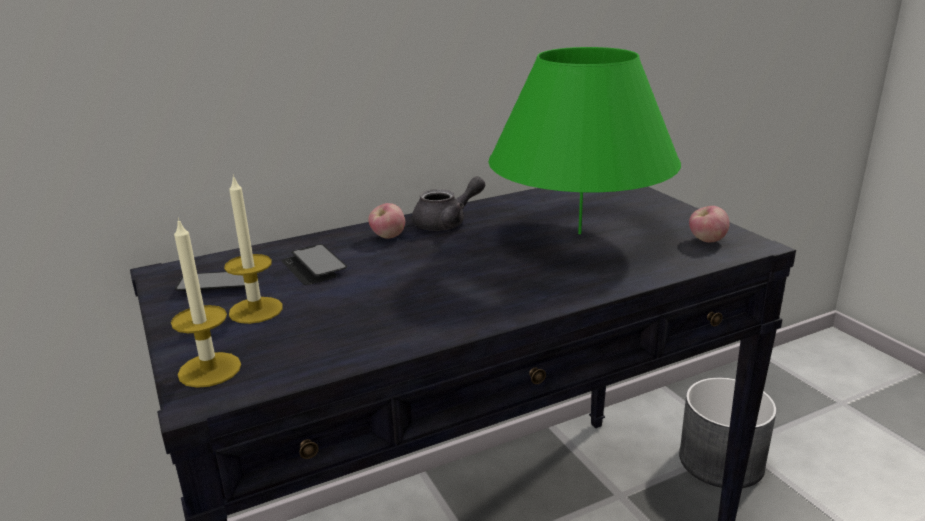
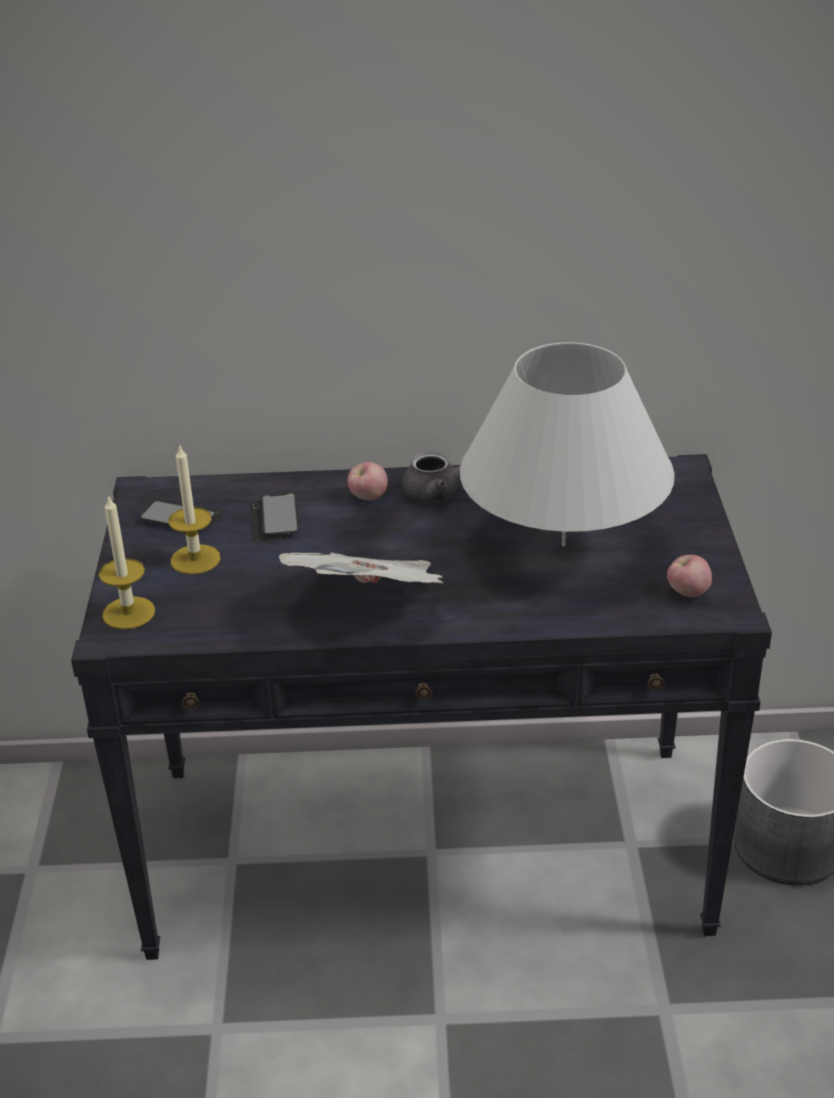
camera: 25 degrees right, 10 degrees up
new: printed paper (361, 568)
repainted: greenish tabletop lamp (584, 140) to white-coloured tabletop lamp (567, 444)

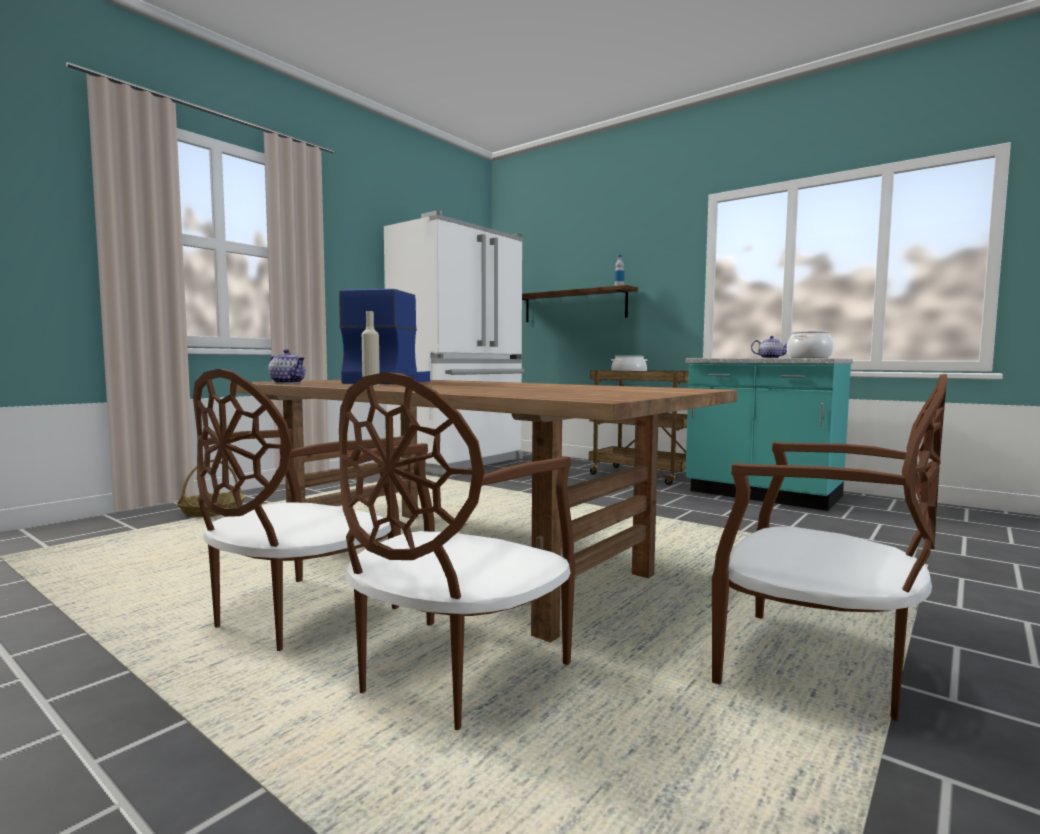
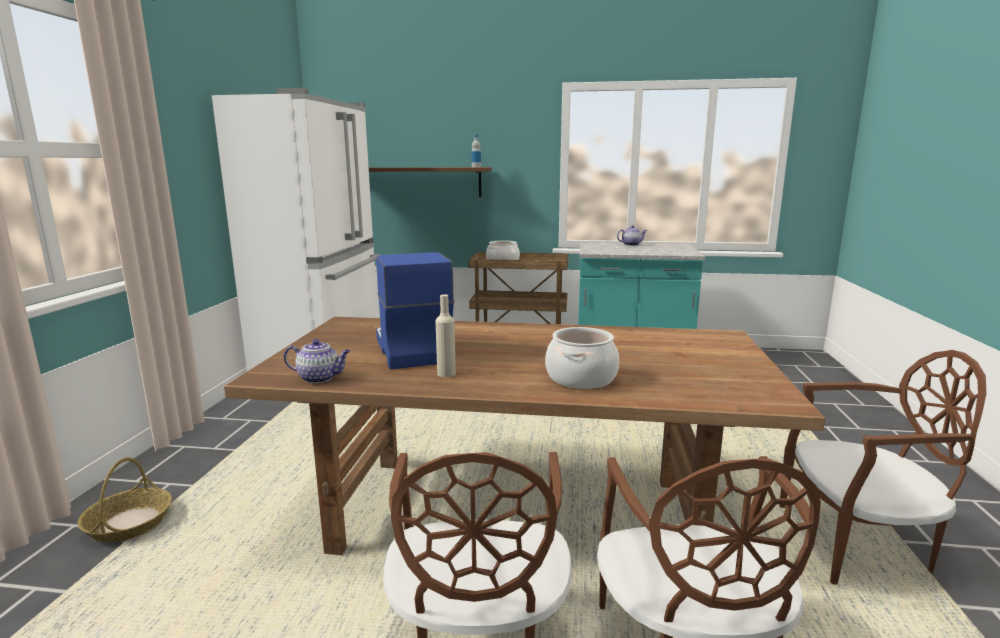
camera: 30 degrees left, 10 degrees up
shifted: cooking pot (810, 344) to (582, 358)

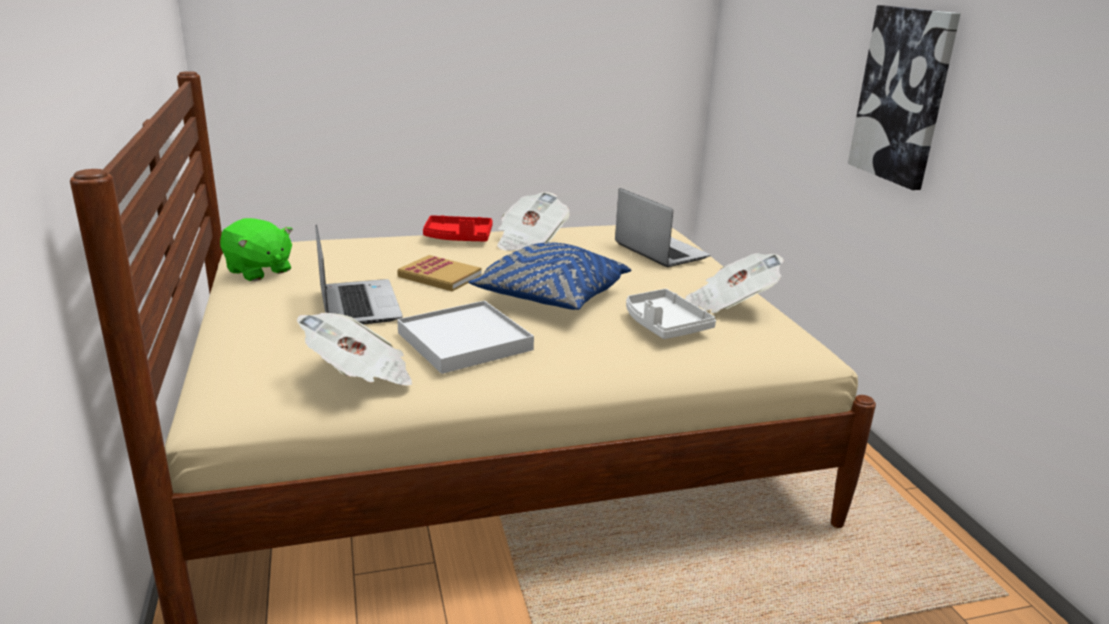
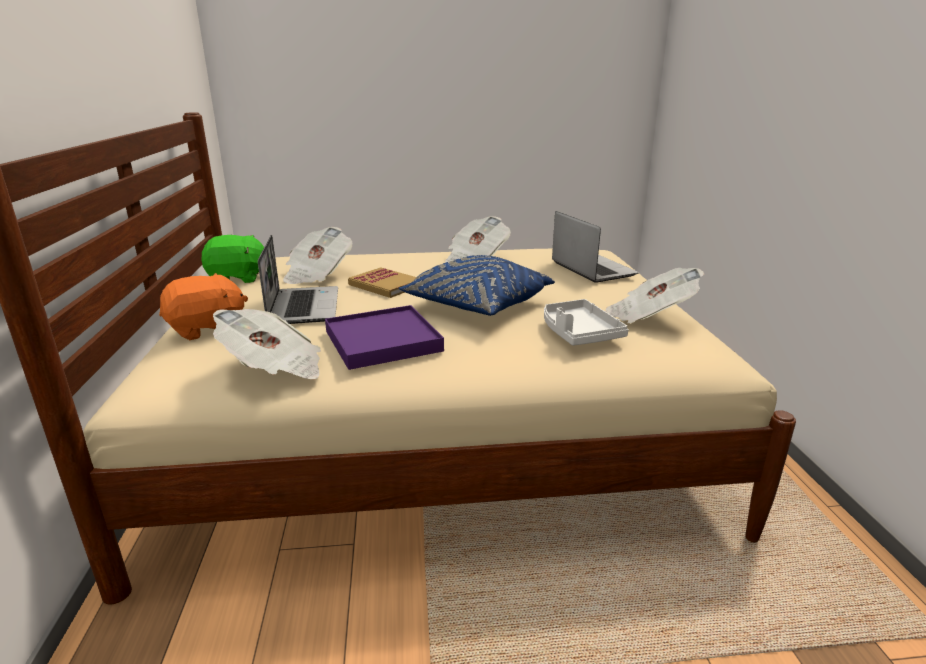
camera: 10 degrees right, 0 degrees up
gone: red serving tray (458, 228); wall picture (904, 97)
new: orangey cuddly toy (203, 306); printed paper (317, 255)
repainted: white-coloured serving tray (465, 337) to purplish serving tray (384, 337)
rotated: greenish cuddly toy (256, 249) = (233, 259) 60 degrees counterclockwise

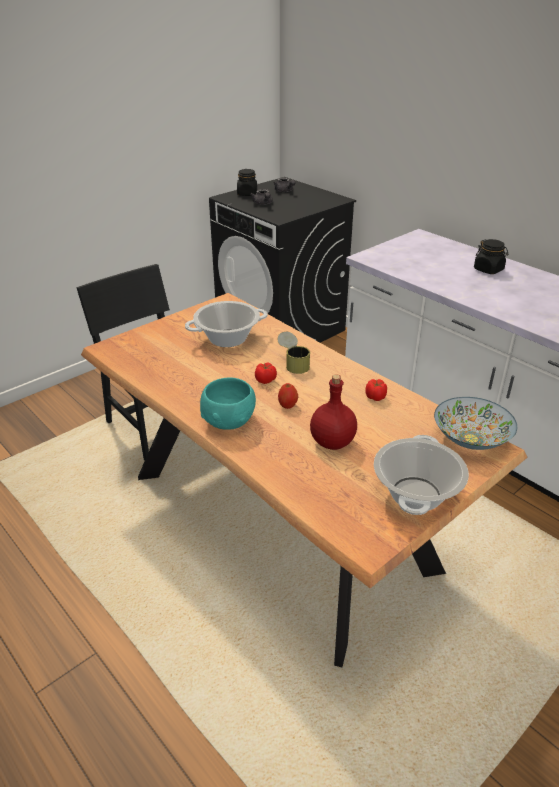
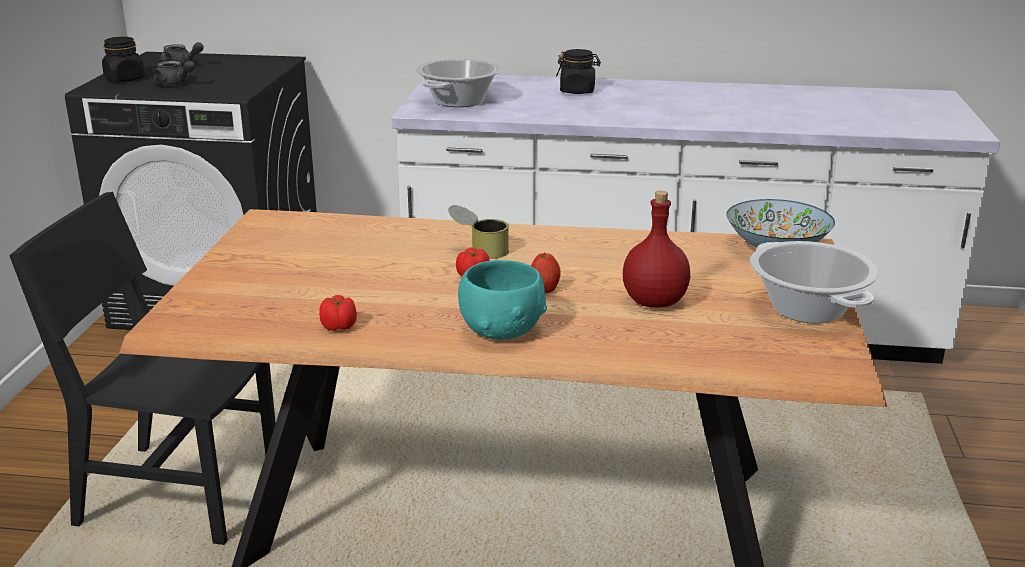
camera: 40 degrees left, 10 degrees down
shifted: cooking pot (226, 324) to (458, 83); whole tomato (376, 390) to (338, 313)

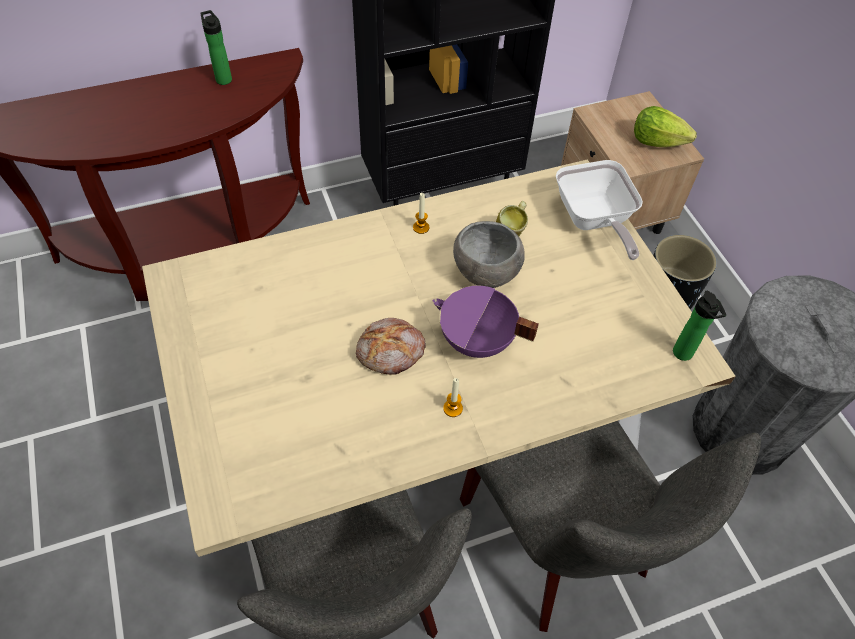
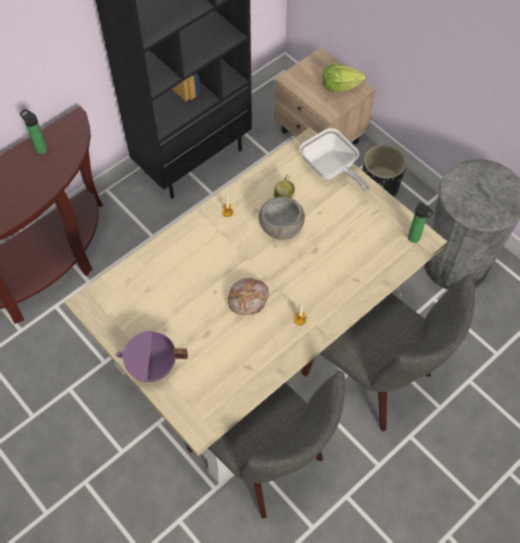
camera: 20 degrees left, 5 degrees up
shifted: purplish cooking pot (486, 322) to (151, 356)

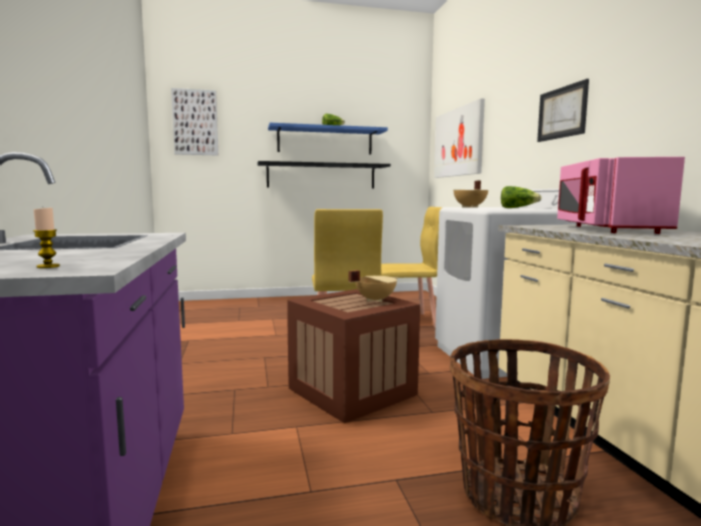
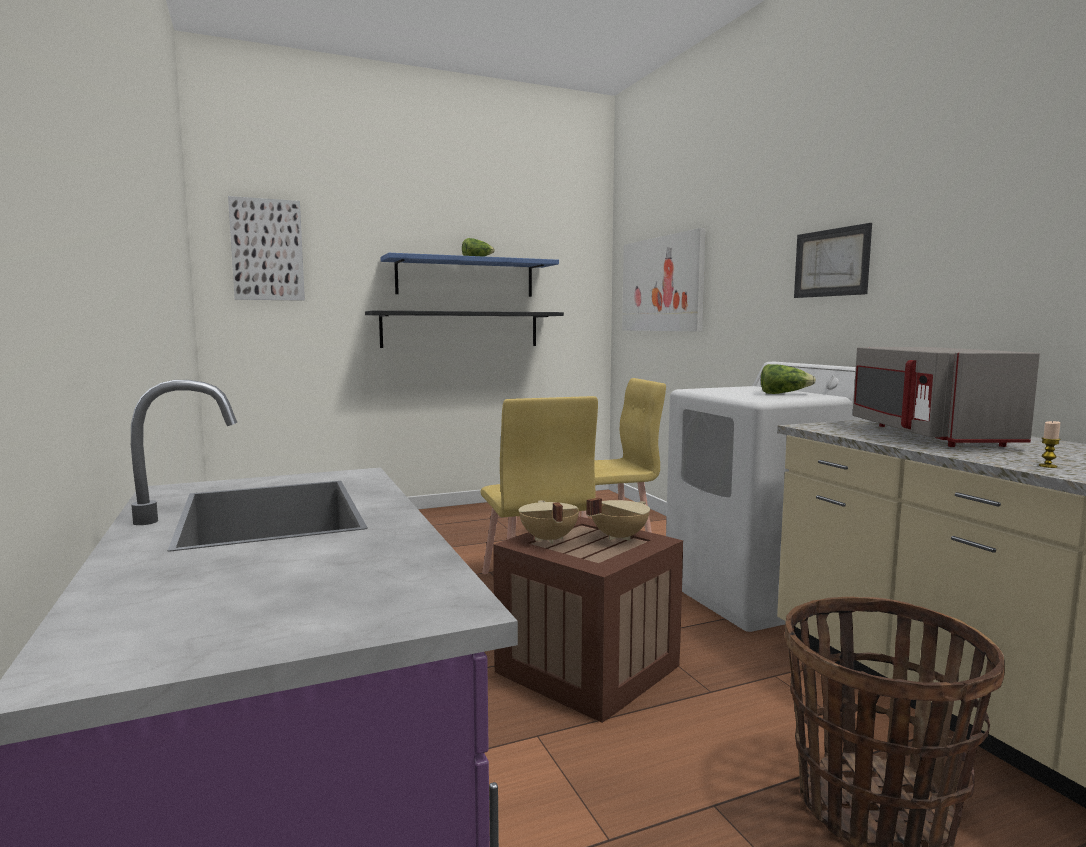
camera: 10 degrees left, 0 degrees up
shifted: wax candle (46, 238) to (1050, 444); beige cooking pot (471, 194) to (548, 522)
repainted: pink-coloured microwave (621, 195) to greyish microwave (946, 397)

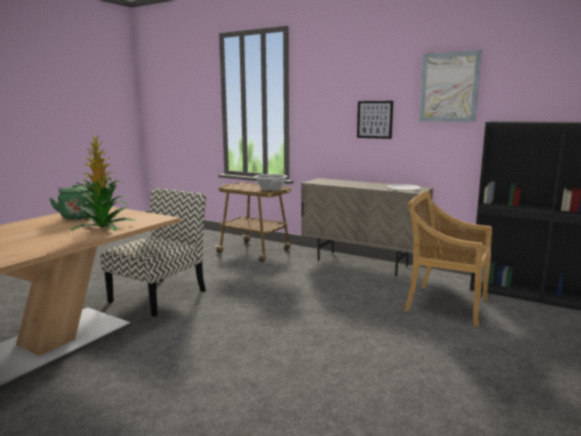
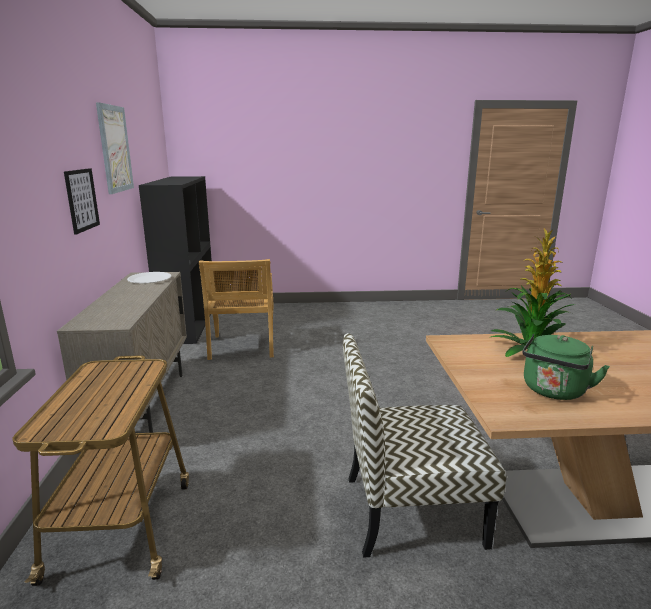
camera: 125 degrees left, 5 degrees up
gone: cooking pot (270, 182)

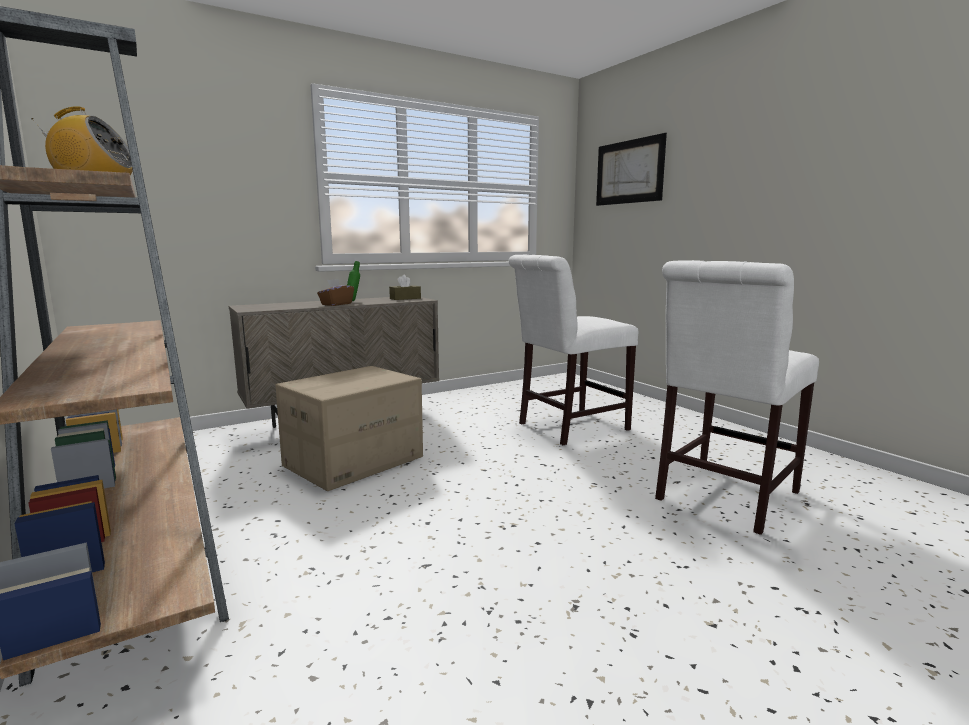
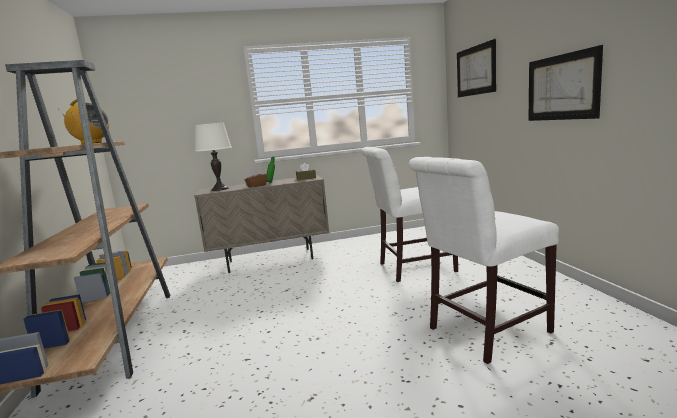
camera: 20 degrees right, 0 degrees up
gone: cardboard box (349, 428)
new: white-coloured tabletop lamp (213, 157); wall picture (565, 83)

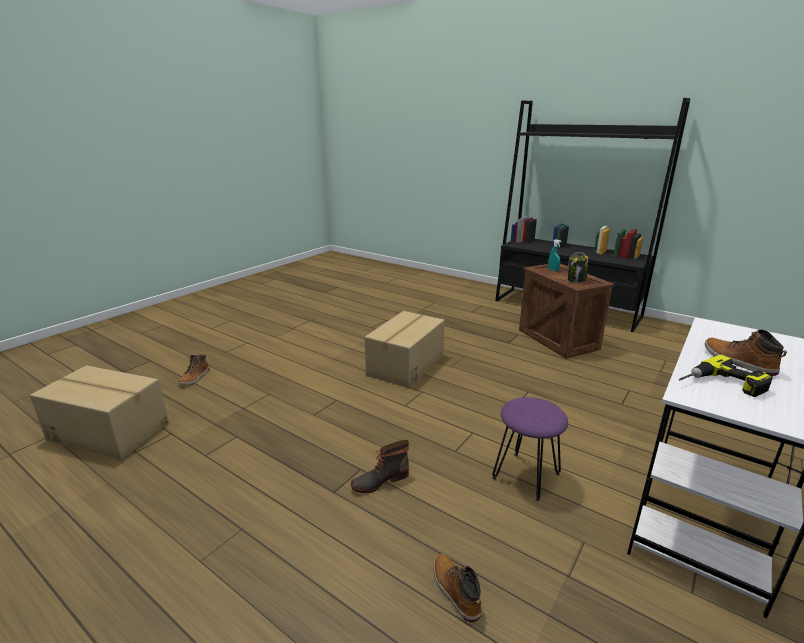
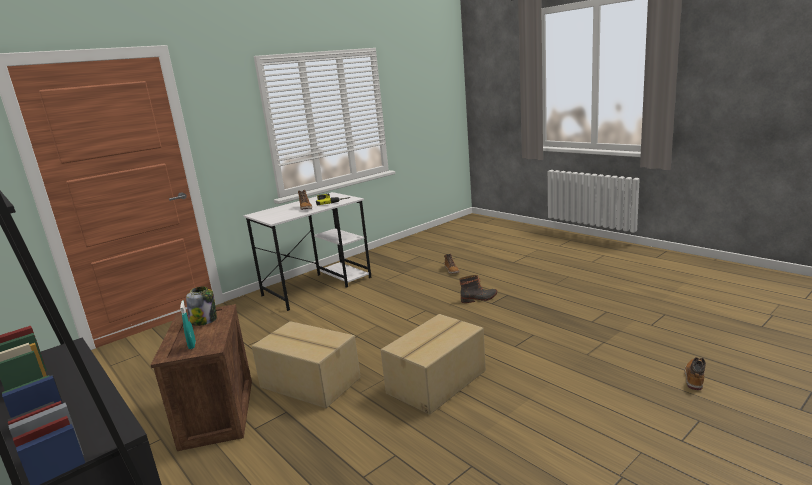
camera: 165 degrees left, 5 degrees down
gone: purplish stool seat (530, 449)
shifted: cardboard box (99, 412) to (306, 364)

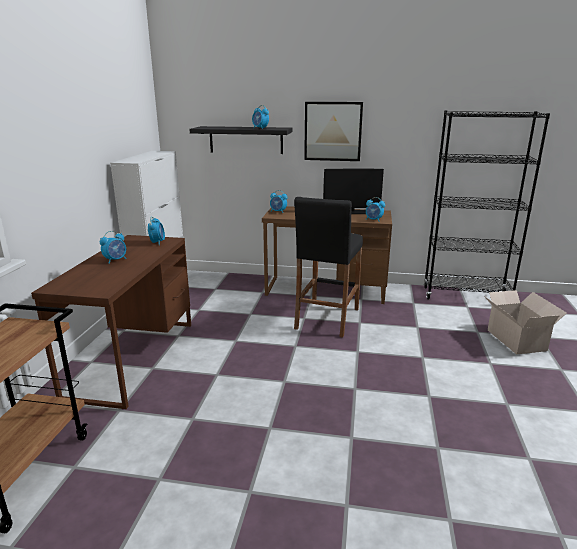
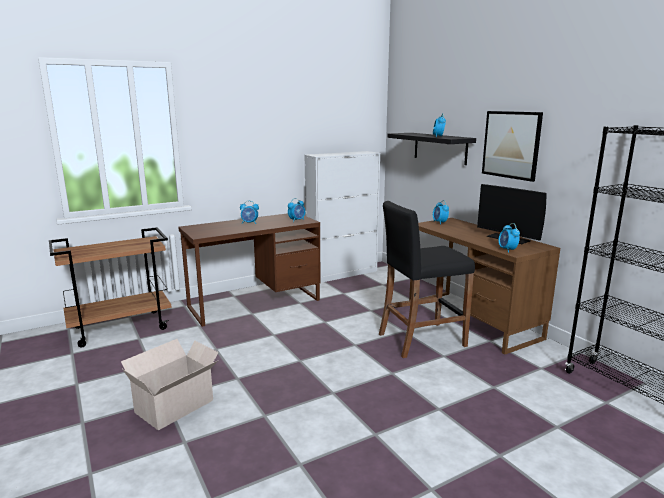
camera: 50 degrees right, 5 degrees down
shifted: cardboard box (525, 322) to (170, 384)

